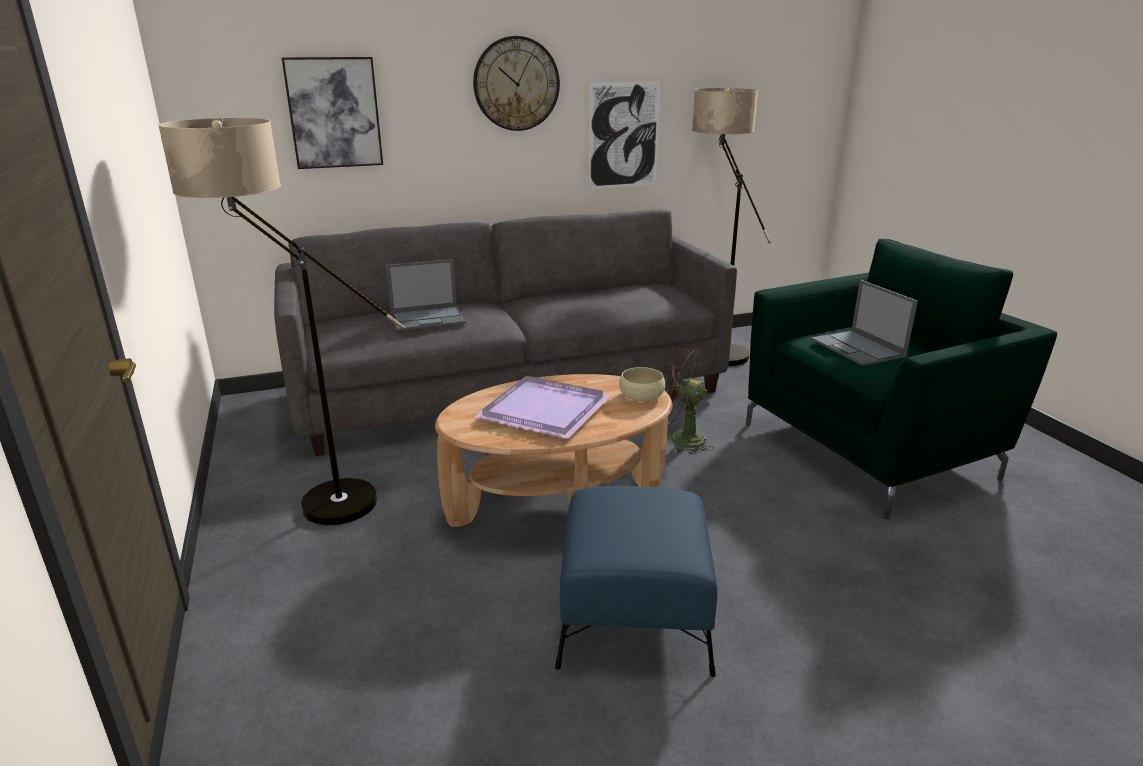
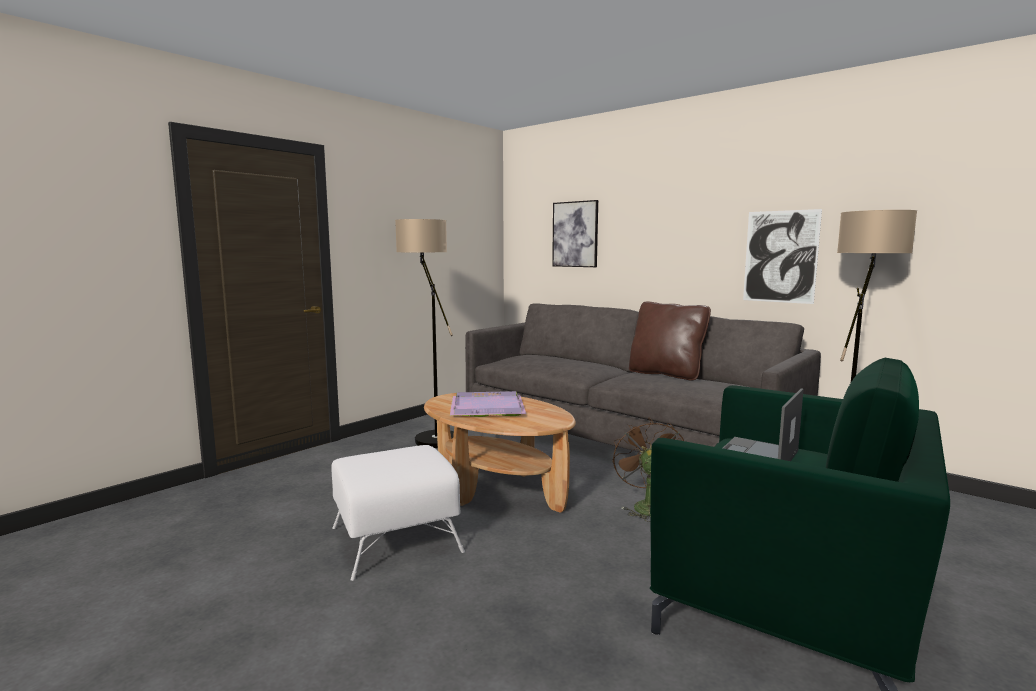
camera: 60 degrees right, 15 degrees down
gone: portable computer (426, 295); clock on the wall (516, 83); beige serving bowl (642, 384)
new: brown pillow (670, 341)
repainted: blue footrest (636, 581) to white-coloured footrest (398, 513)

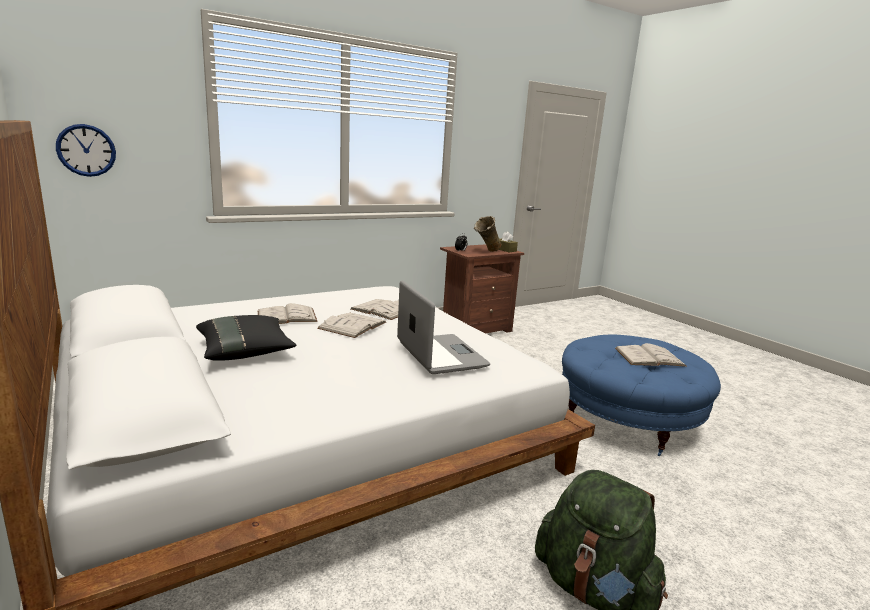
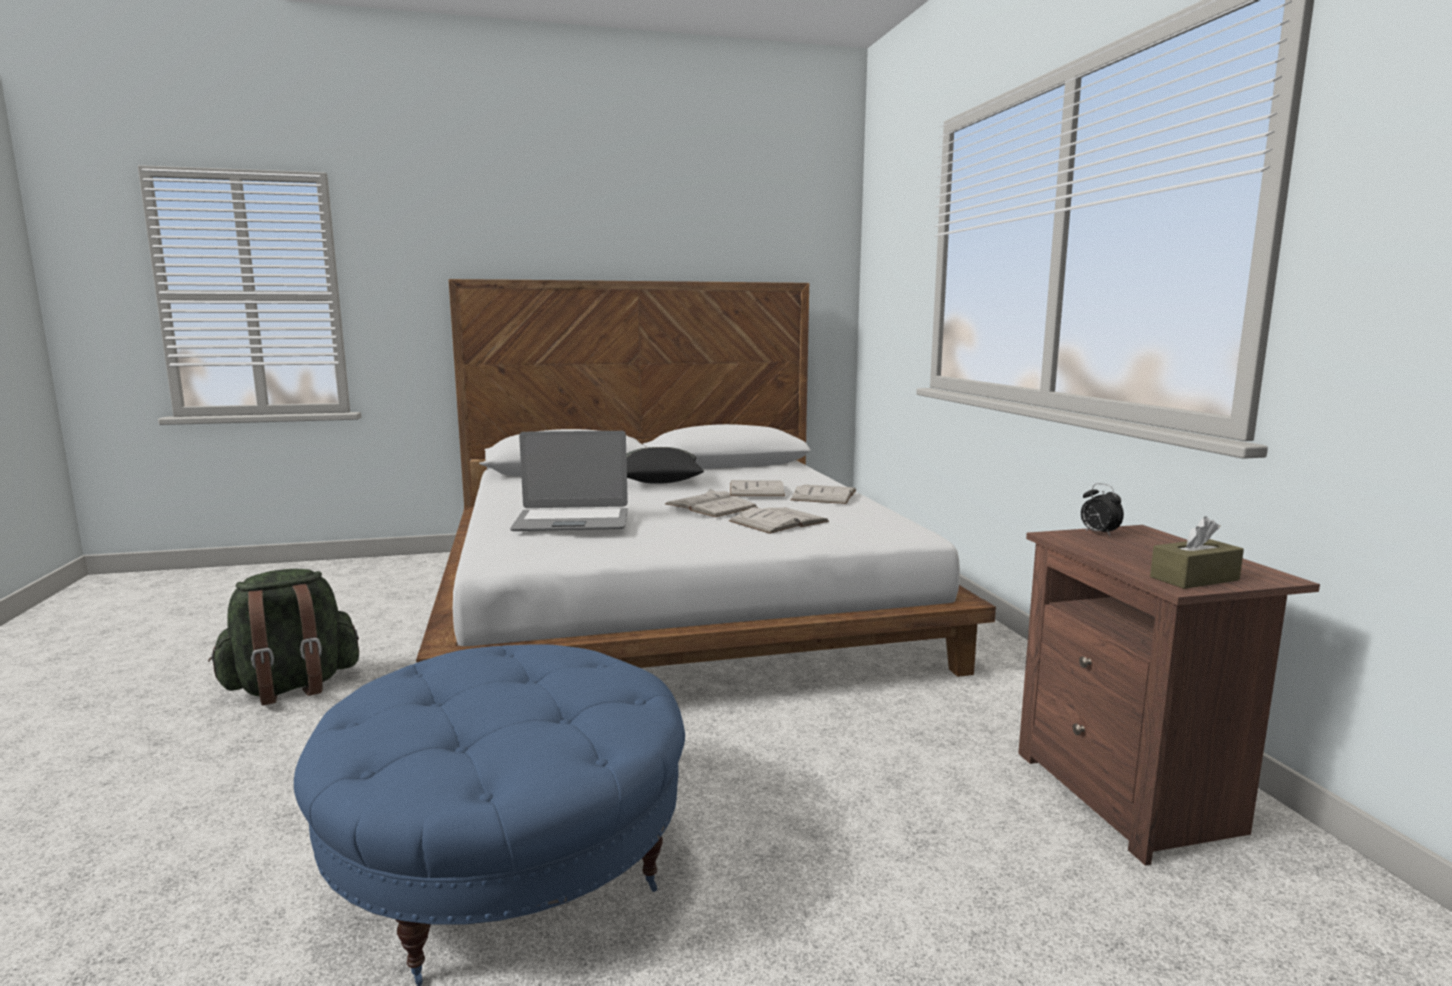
camera: 110 degrees right, 5 degrees down
gone: clock on the wall (86, 150); beige decorative vase (488, 234)
shifted: white-coloured book (651, 355) to (823, 494)

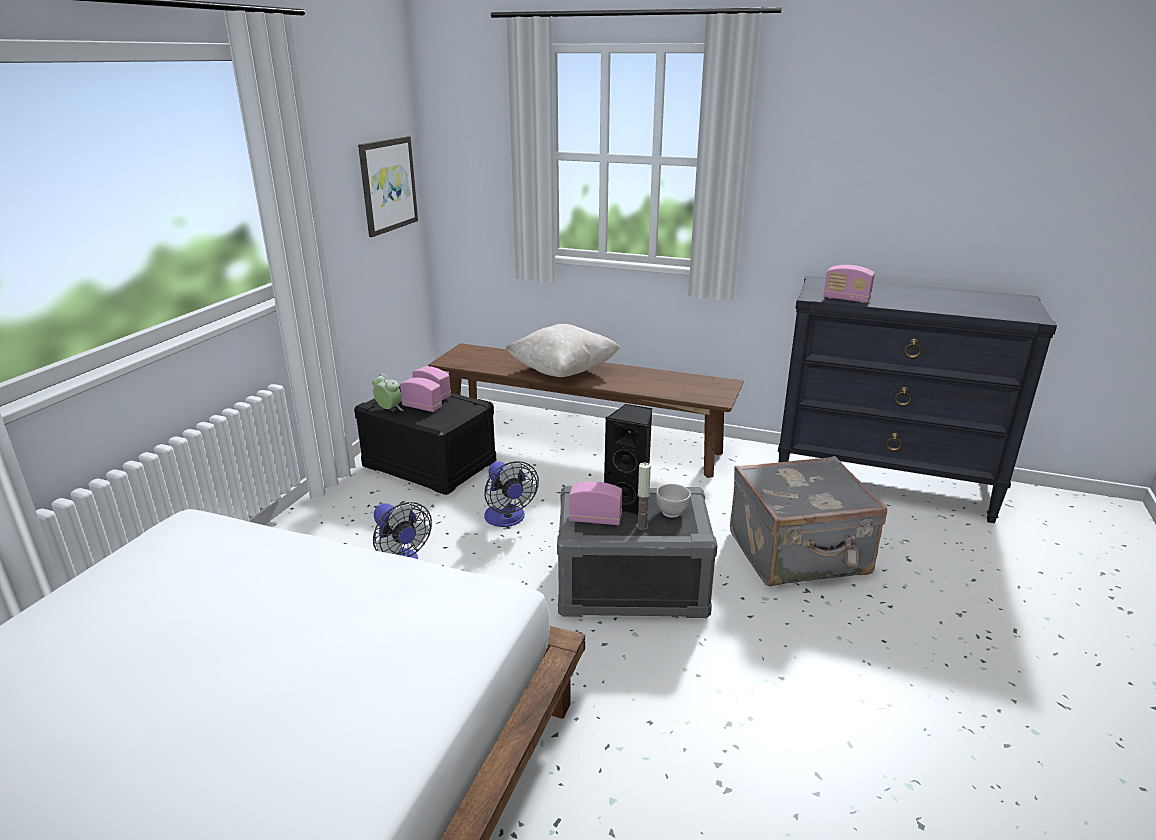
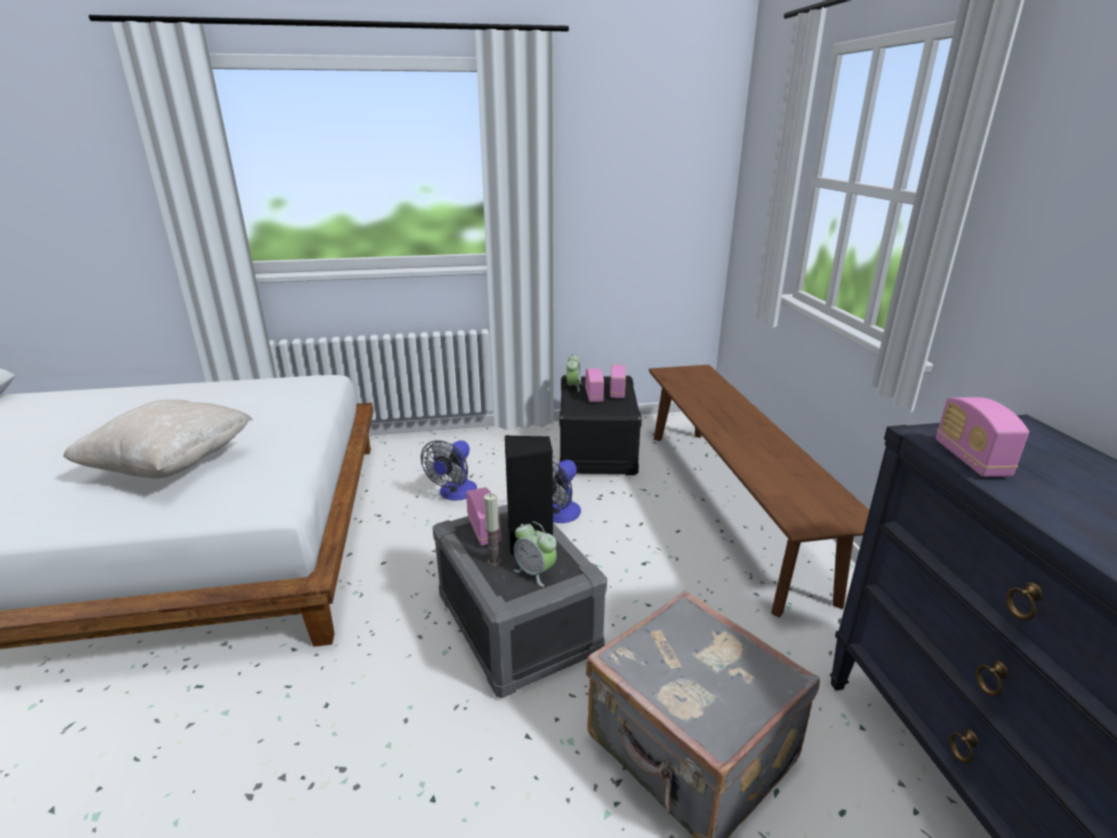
camera: 60 degrees right, 0 degrees up
gone: wall picture (388, 186)
shifted: beige pillow (563, 350) to (158, 439)
swapped: white-coloured serving bowl (673, 501) to alarm clock (535, 554)

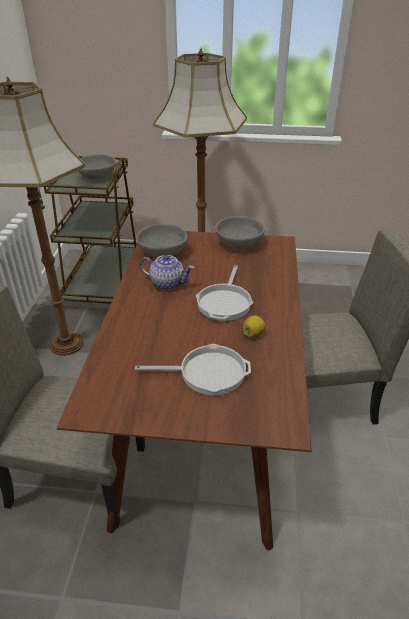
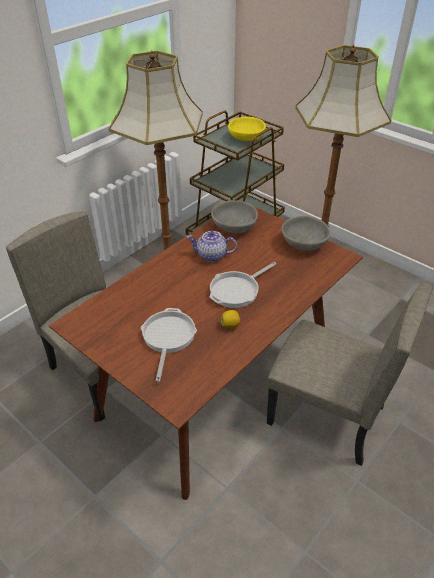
camera: 35 degrees right, 5 degrees up
repainted: greyish serving bowl (97, 166) to yellowish serving bowl (247, 129)
rotated: frying pan (193, 369) = (169, 345) 120 degrees counterclockwise; tea pot (167, 272) = (212, 246) 135 degrees clockwise

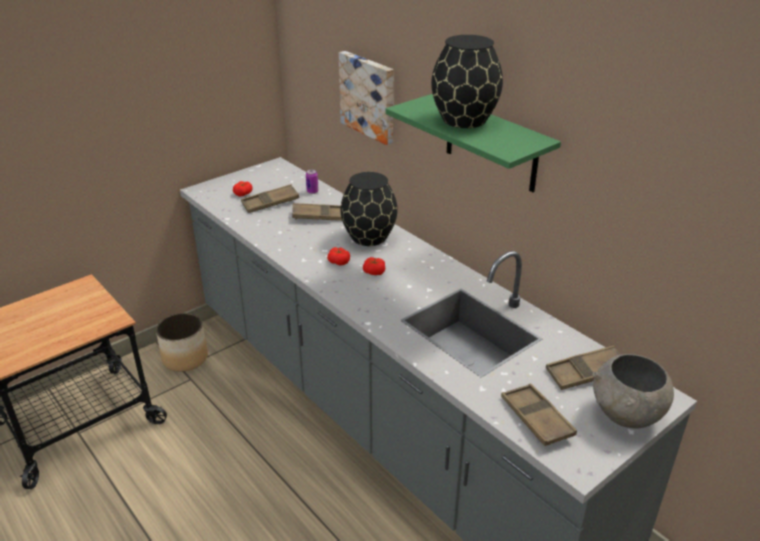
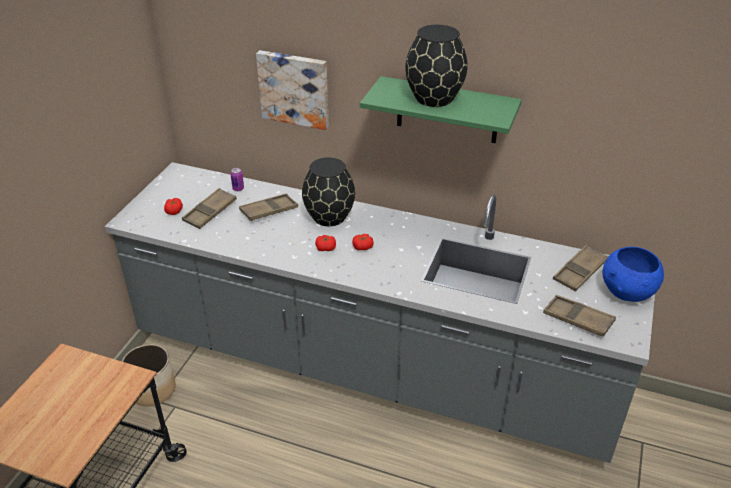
camera: 30 degrees left, 5 degrees up
repainted: greyish serving bowl (633, 391) to blue serving bowl (633, 274)

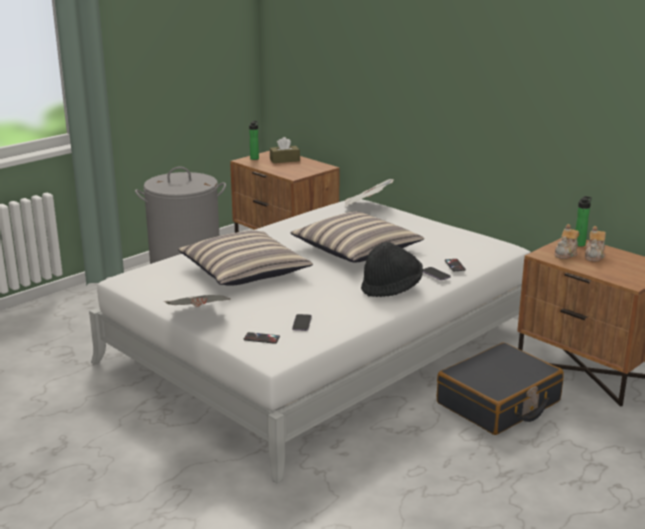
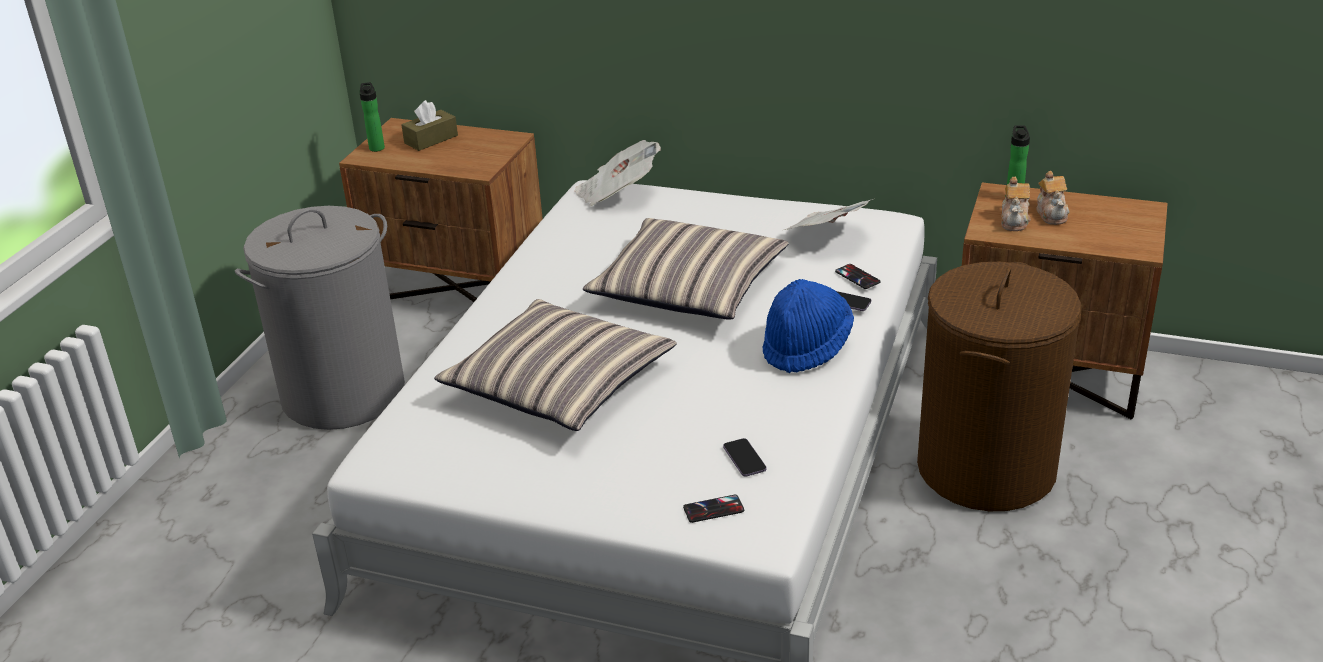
camera: 25 degrees left, 10 degrees up
shifted: printed paper (197, 301) to (828, 214)
swapped: blackish piece of luggage (500, 389) to brown washing basket (999, 386)
repainted: blackish hat (392, 269) to blue hat (808, 326)

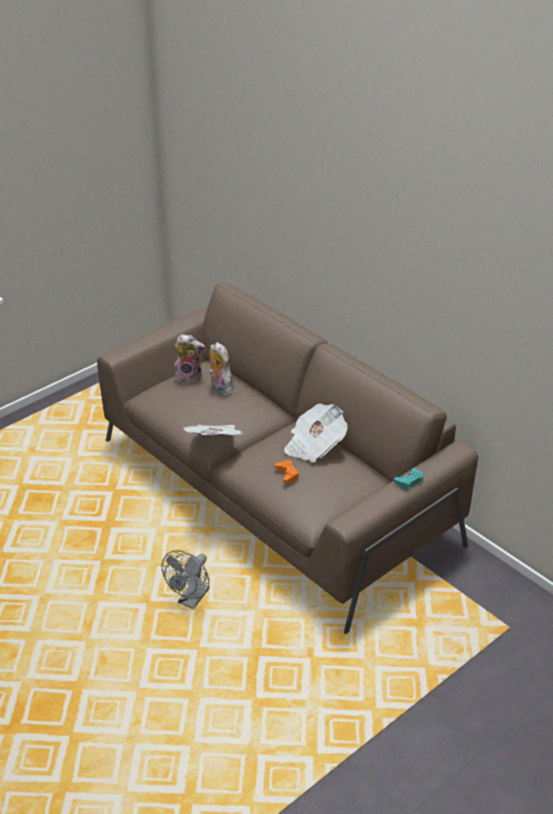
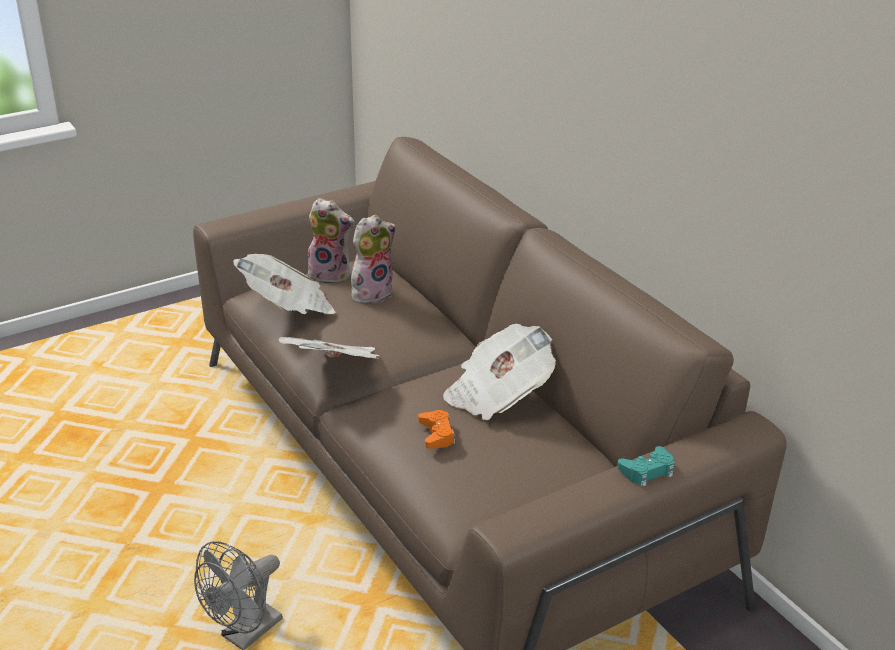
camera: 10 degrees right, 5 degrees down
new: printed paper (284, 284)
rotated: cuddly toy (221, 369) = (373, 259) 75 degrees clockwise

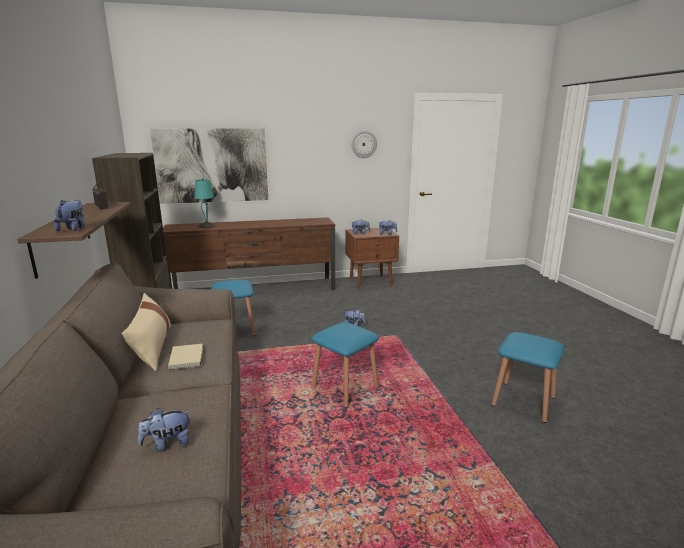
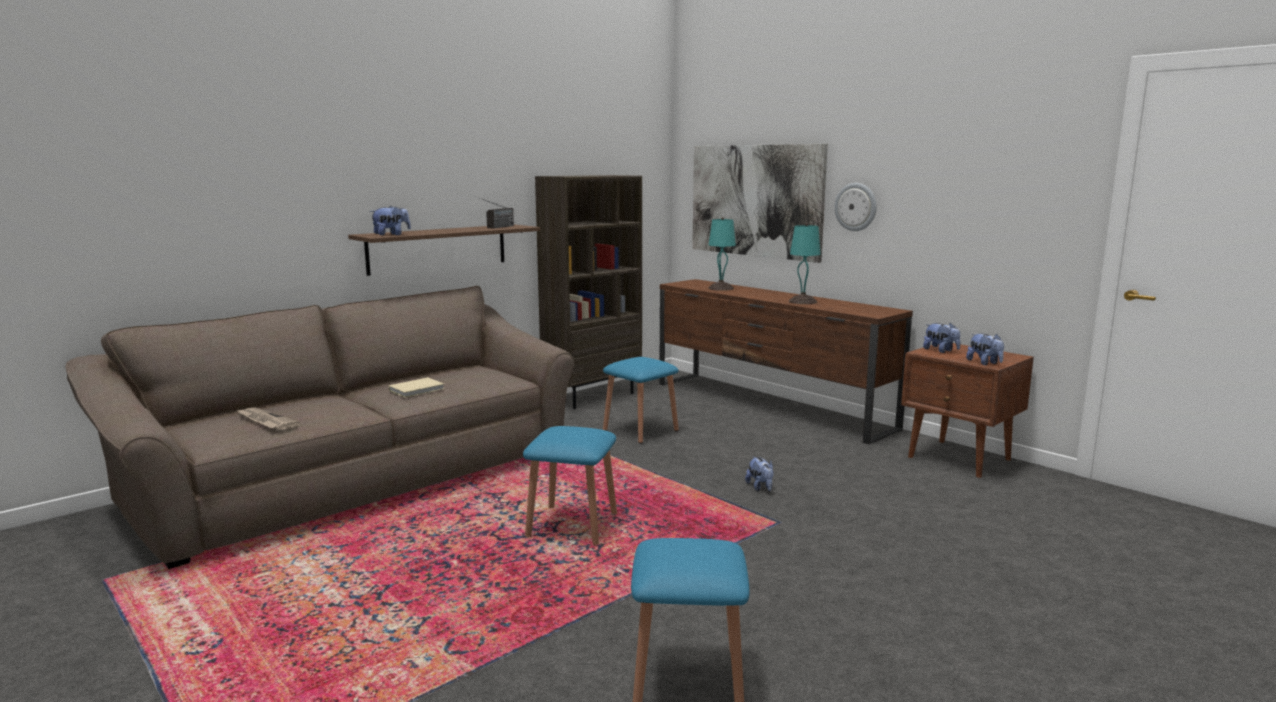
camera: 60 degrees right, 5 degrees down
gone: beige pillow (146, 332)
new: blue-green tabletop lamp (805, 263)
shifted: clock on the wall (364, 144) to (855, 207)
swapped: cuddly toy (164, 430) to printed paper (267, 418)

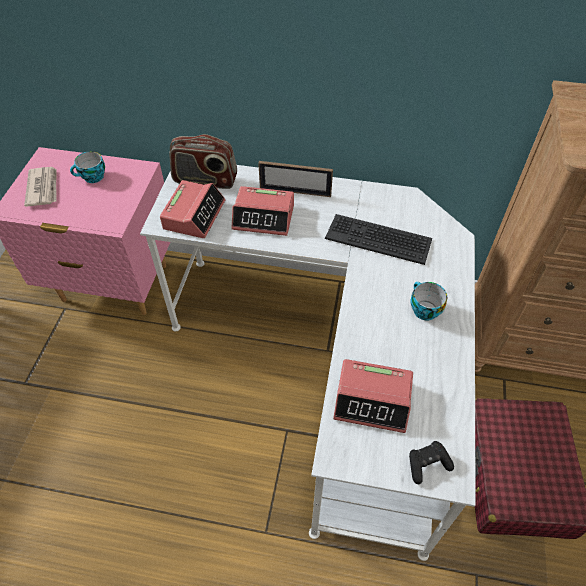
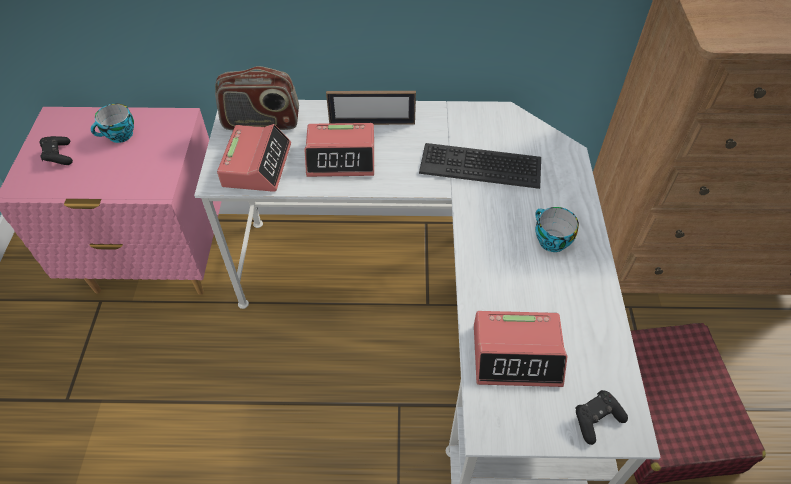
camera: 10 degrees left, 0 degrees up
swapped: printed paper (40, 187) to blackish joypad (56, 150)

